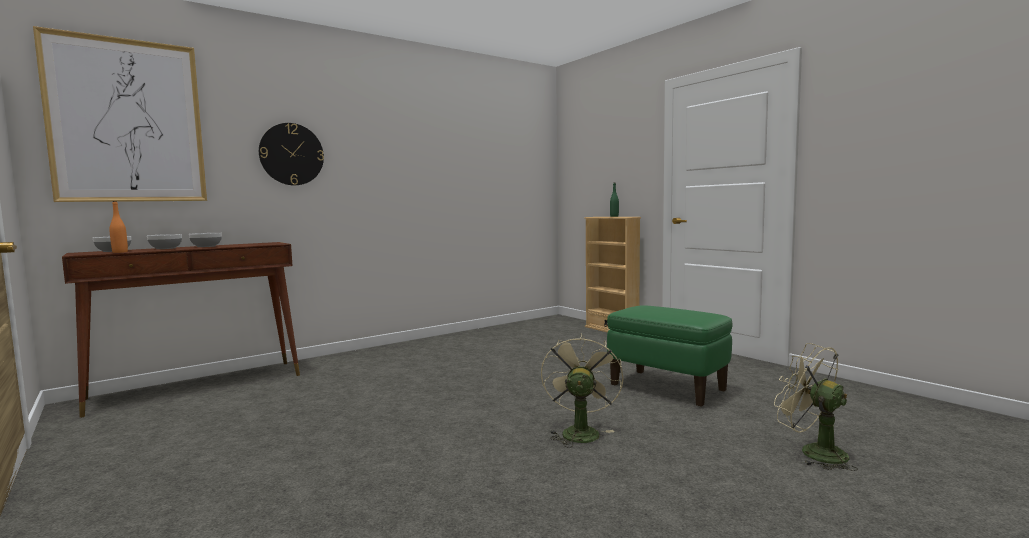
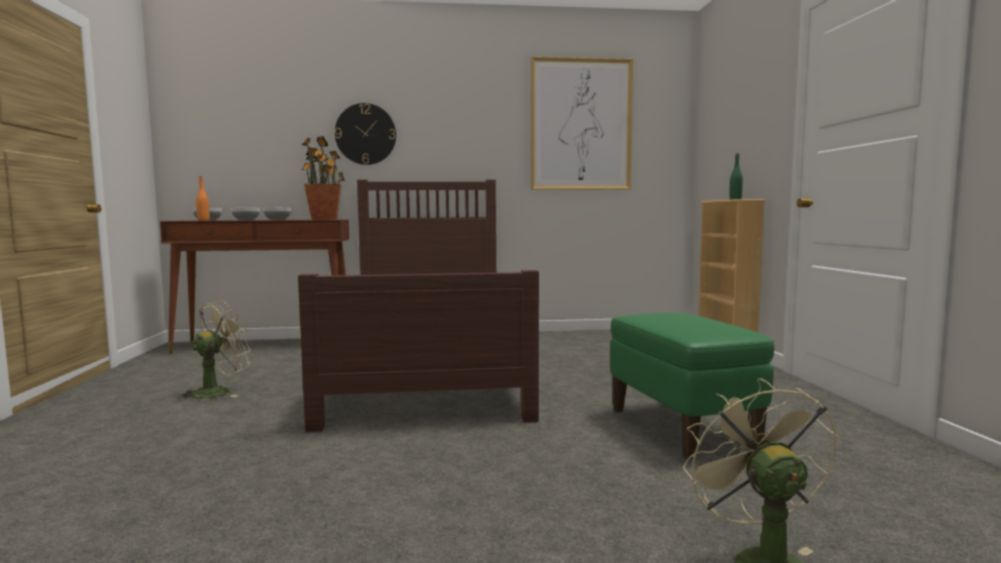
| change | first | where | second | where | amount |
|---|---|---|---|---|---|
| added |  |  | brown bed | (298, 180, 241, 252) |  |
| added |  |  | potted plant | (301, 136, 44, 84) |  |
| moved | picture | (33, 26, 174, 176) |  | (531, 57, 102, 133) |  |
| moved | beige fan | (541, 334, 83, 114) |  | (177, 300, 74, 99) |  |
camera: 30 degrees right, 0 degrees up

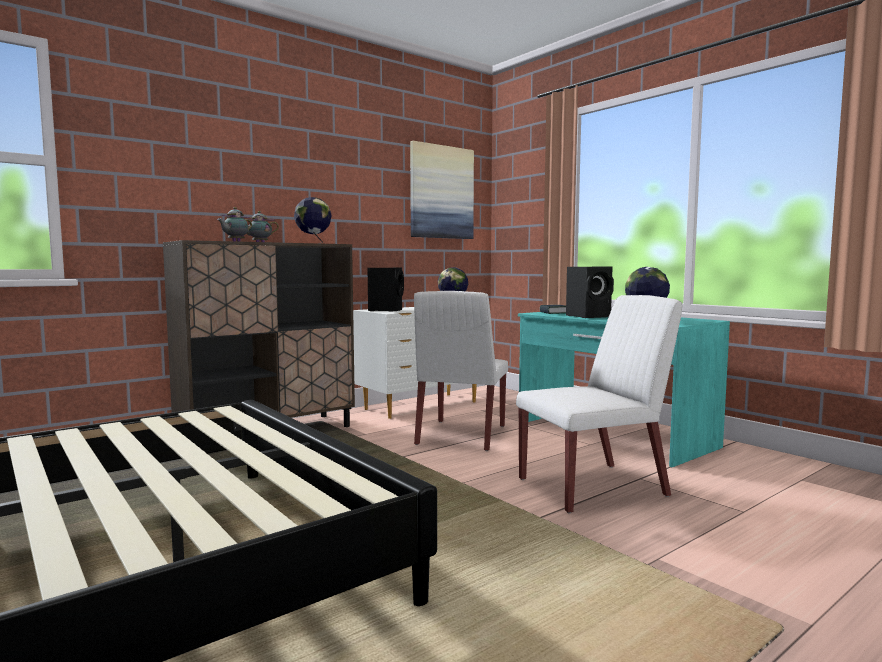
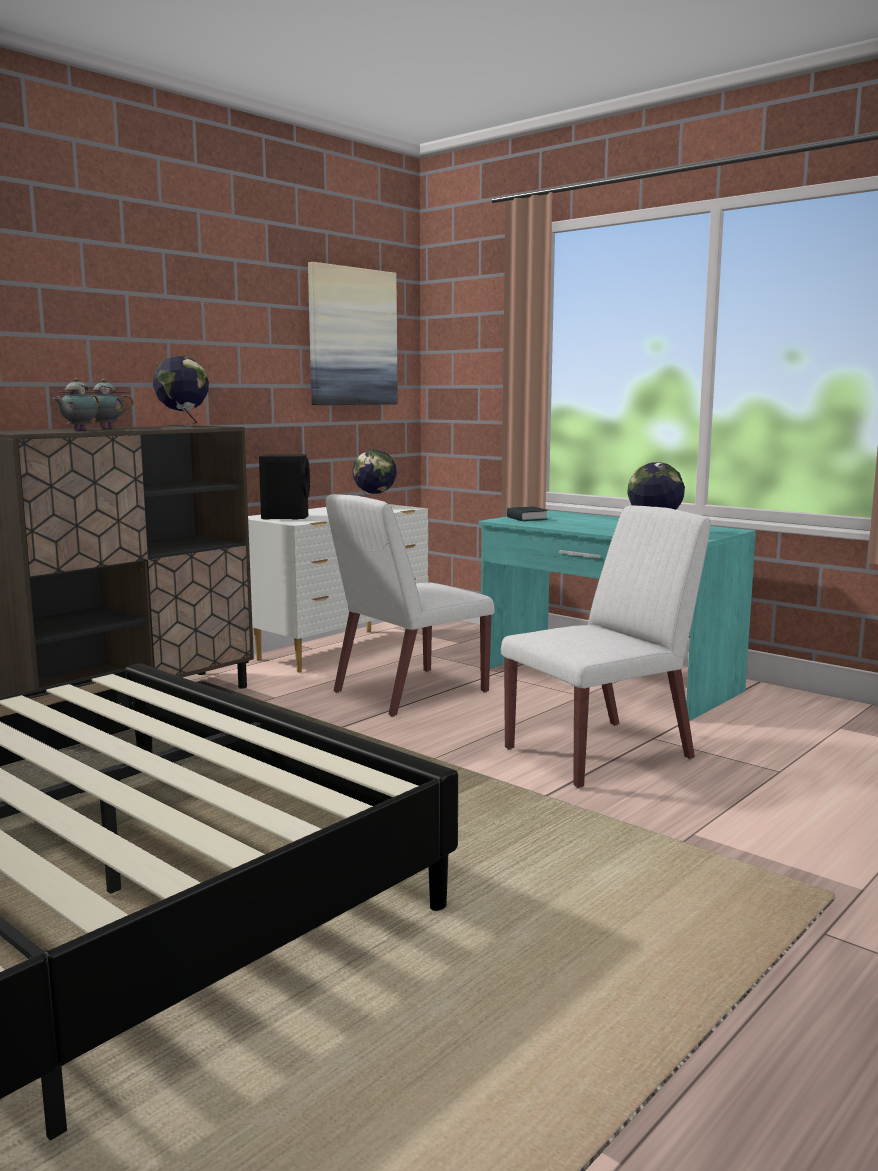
| change | first | where | second | where | amount |
|---|---|---|---|---|---|
| removed | black speaker | (566, 267, 48, 51) |  |  |  |
| turned | white chair | (414, 291, 94, 160) |  | (326, 494, 169, 223) | 45 degrees clockwise |
camera: 10 degrees left, 5 degrees up

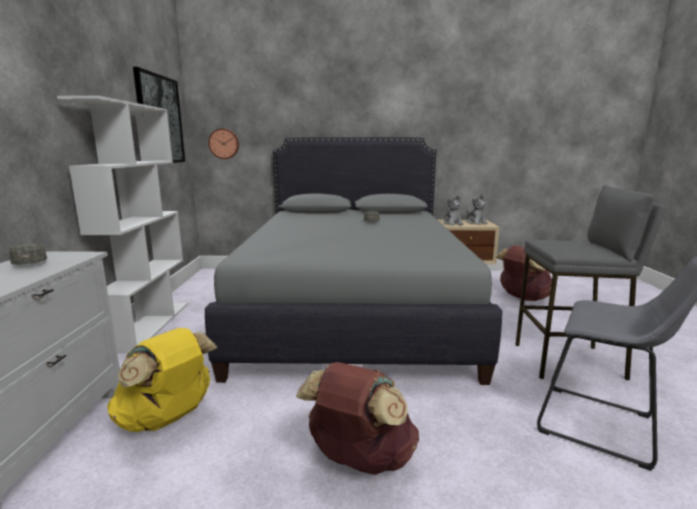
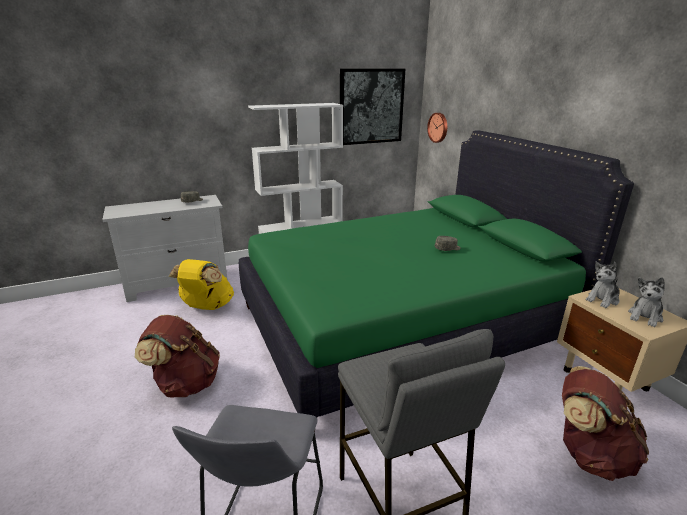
| change | first | where | second | where | amount |
|---|---|---|---|---|---|
| recoloured | grey bed | (205, 137, 297, 248) | green bed | (239, 130, 395, 288) |  |
camera: 65 degrees right, 10 degrees up

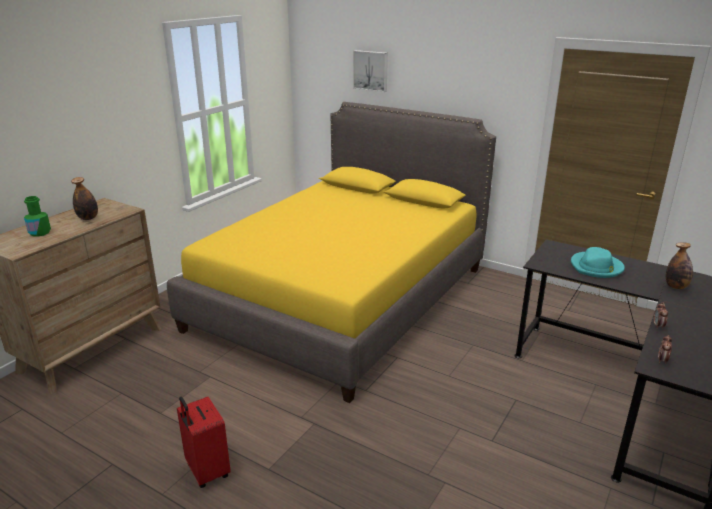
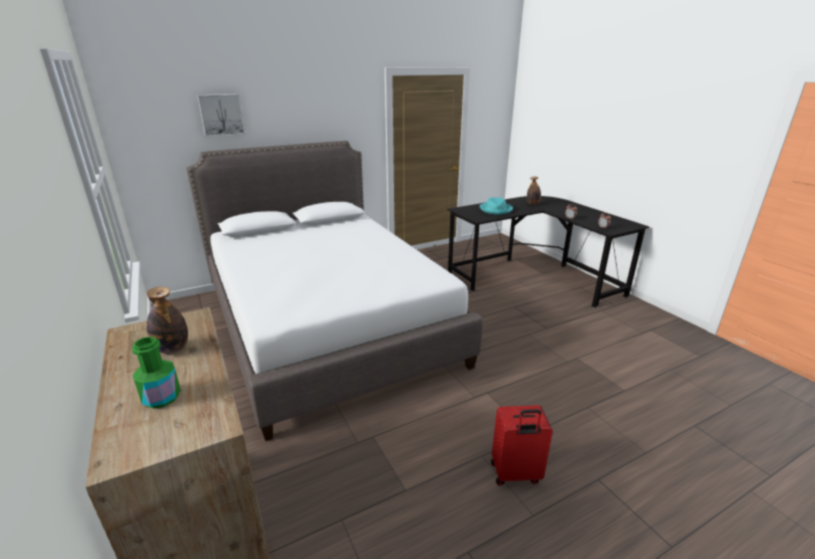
| change | first | where | second | where | amount |
|---|---|---|---|---|---|
| recoloured | yellow bed | (167, 102, 329, 301) | white bed | (186, 141, 297, 300) |  |
camera: 60 degrees left, 0 degrees up

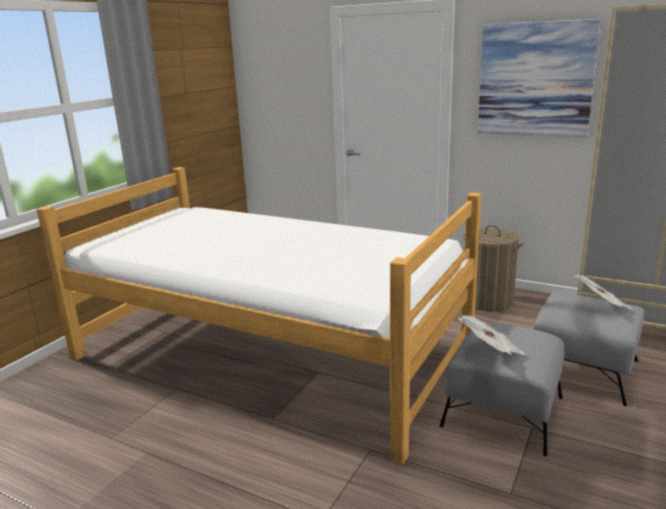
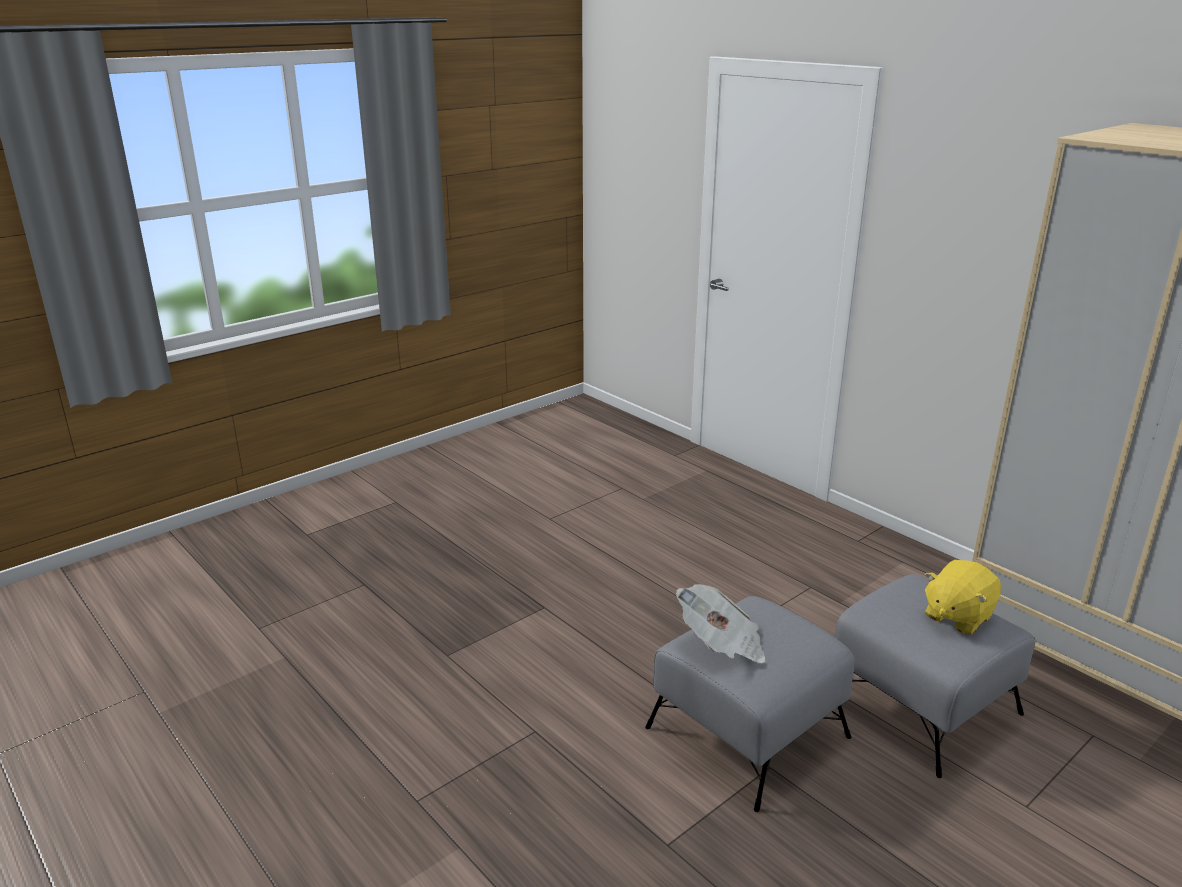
| change | first | where | second | where | amount |
|---|---|---|---|---|---|
| removed | bed | (37, 167, 445, 297) |  |  |  |
| removed | laundry basket | (463, 225, 61, 86) |  |  |  |
| removed | picture | (478, 19, 123, 118) |  |  |  |
| replaced | newspaper | (574, 275, 60, 35) | yellow plush toy | (925, 560, 76, 75) |  |
camera: 20 degrees right, 5 degrees up

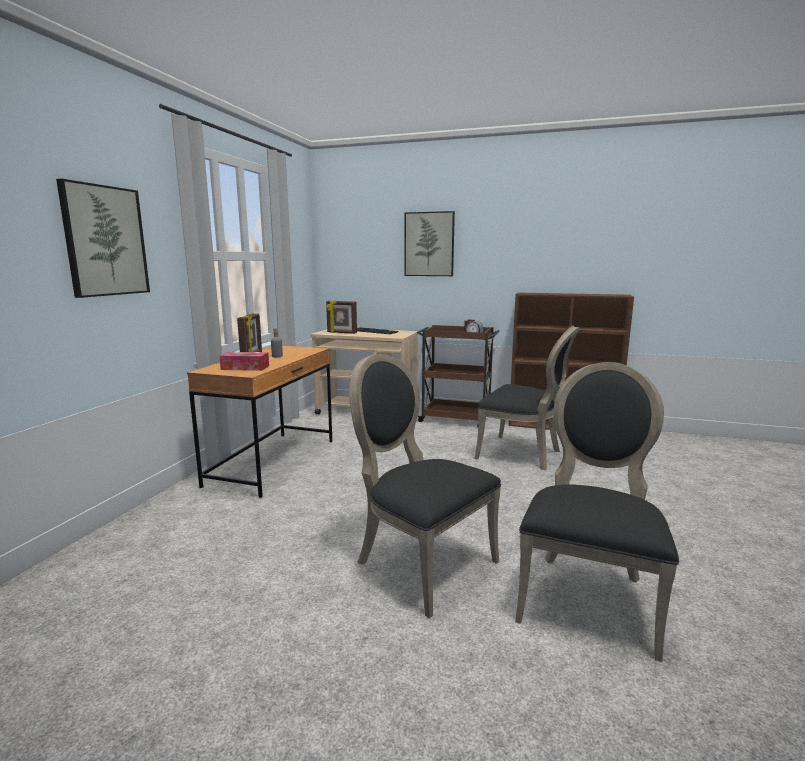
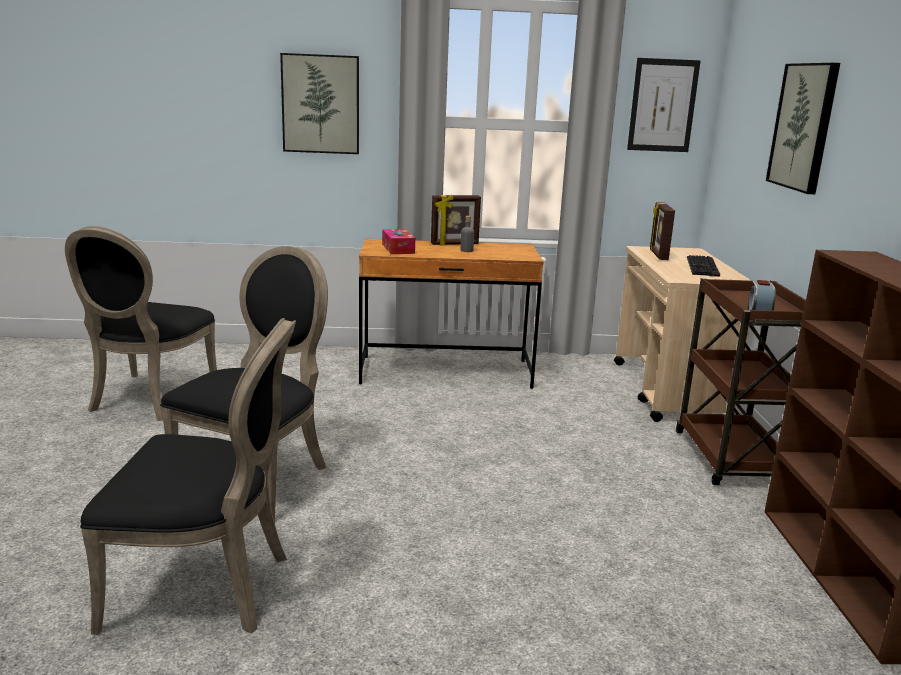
| change | first | where | second | where | amount |
|---|---|---|---|---|---|
| added |  |  | picture | (627, 58, 74, 94) |  |
| moved | black chair | (475, 326, 104, 144) |  | (65, 226, 152, 195) |  |
camera: 70 degrees right, 5 degrees up

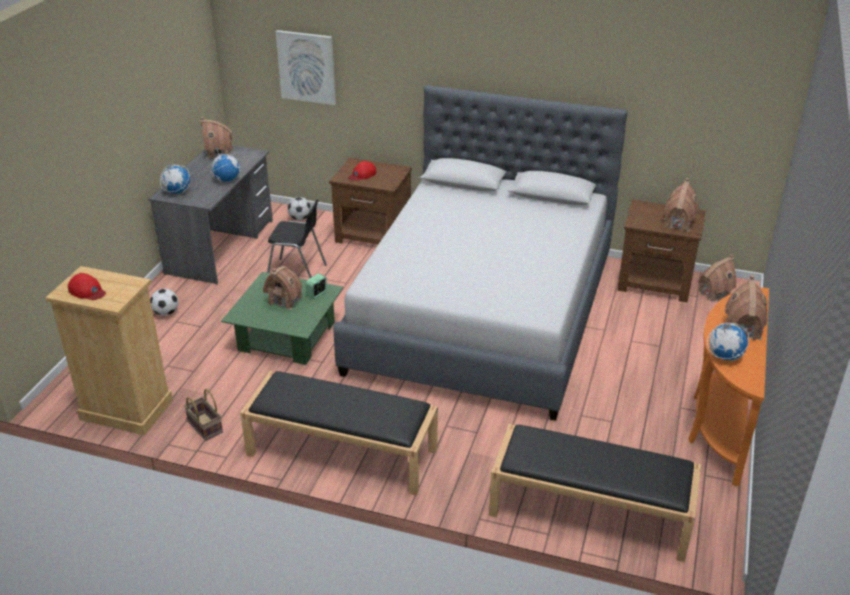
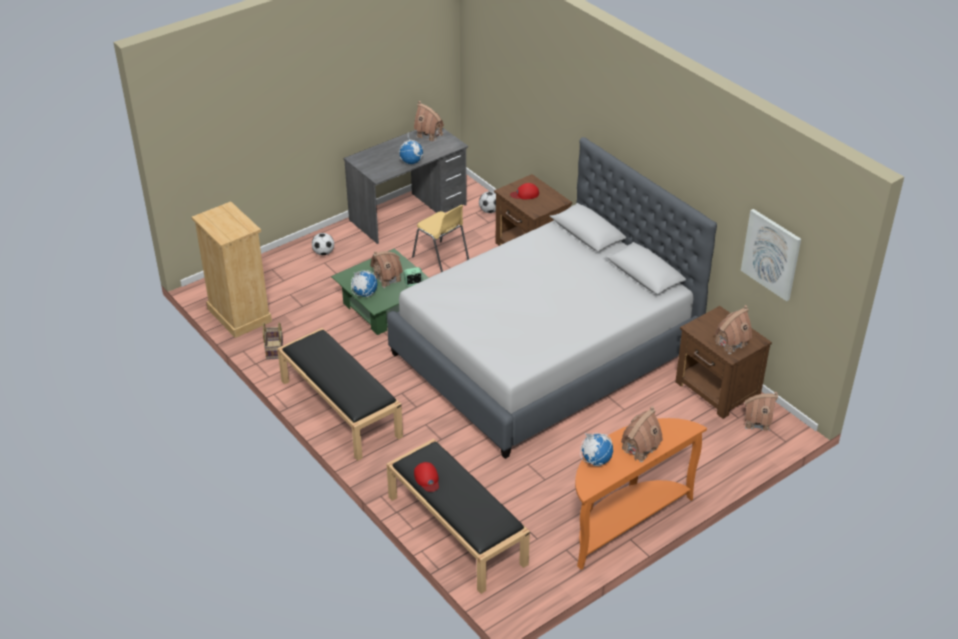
| change | first | where | second | where | amount |
|---|---|---|---|---|---|
| moved | red cap | (68, 273, 38, 27) |  | (414, 462, 25, 30) |  |
| moved | globe | (160, 163, 30, 31) |  | (351, 271, 27, 26) |  |
| moved | picture | (276, 30, 60, 75) |  | (741, 209, 60, 92) |  |
| recoloured | black chair | (267, 199, 60, 79) | yellow chair | (412, 205, 57, 67) |  |
camera: 35 degrees right, 5 degrees up

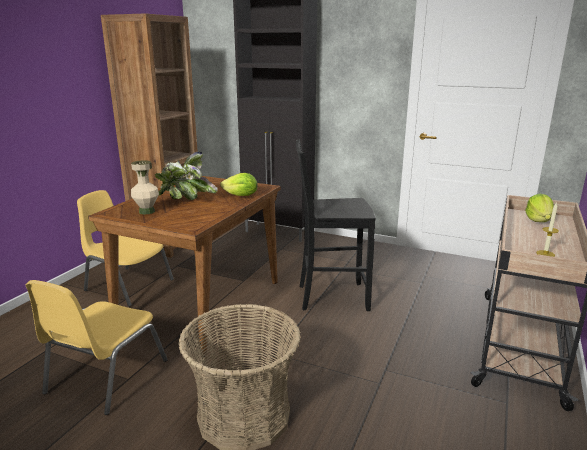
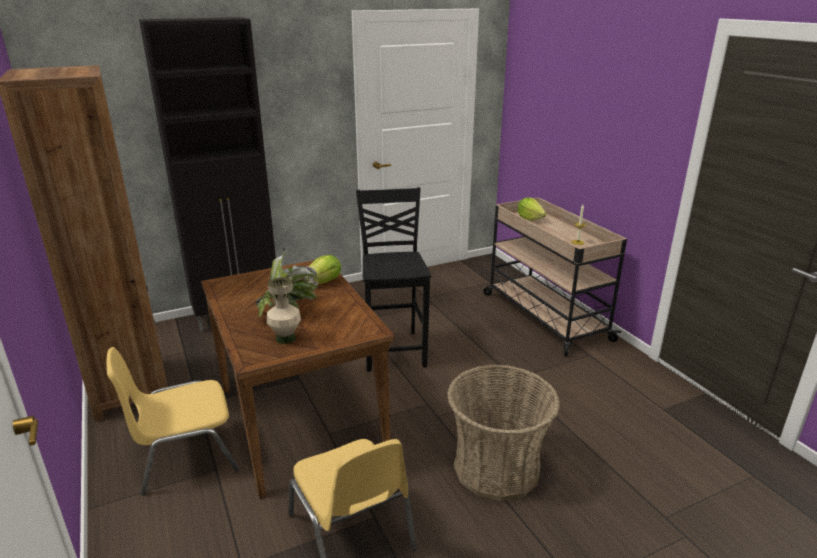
| change | first | where | second | where | amount |
|---|---|---|---|---|---|
| turned | black chair | (296, 140, 79, 171) |  | (356, 187, 75, 185) | 135 degrees clockwise |
camera: 50 degrees left, 5 degrees up

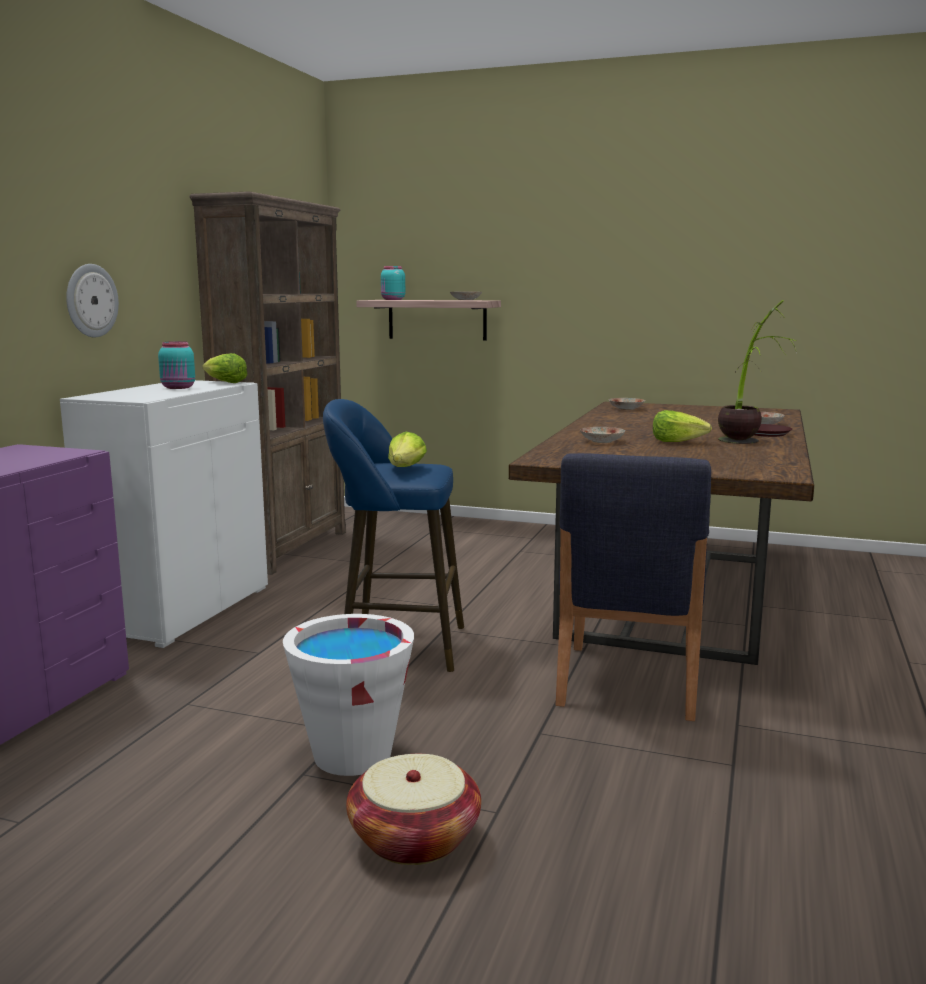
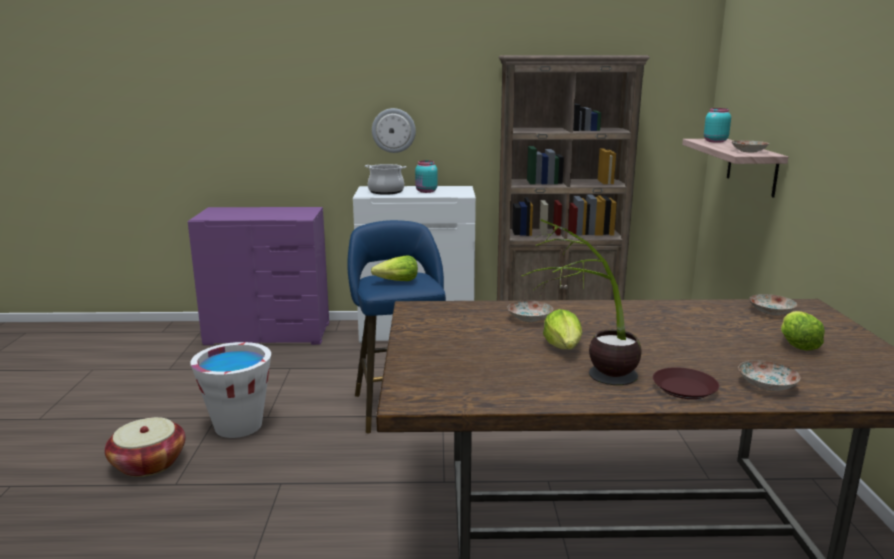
| change | first | where | second | where | amount |
|---|---|---|---|---|---|
| removed | blue chair | (556, 453, 155, 268) |  |  |  |
| added |  |  | cooking pot | (365, 164, 42, 31) |  |
| moved | lettuce | (202, 353, 45, 30) |  | (781, 311, 44, 40) |  |
camera: 70 degrees right, 5 degrees up

